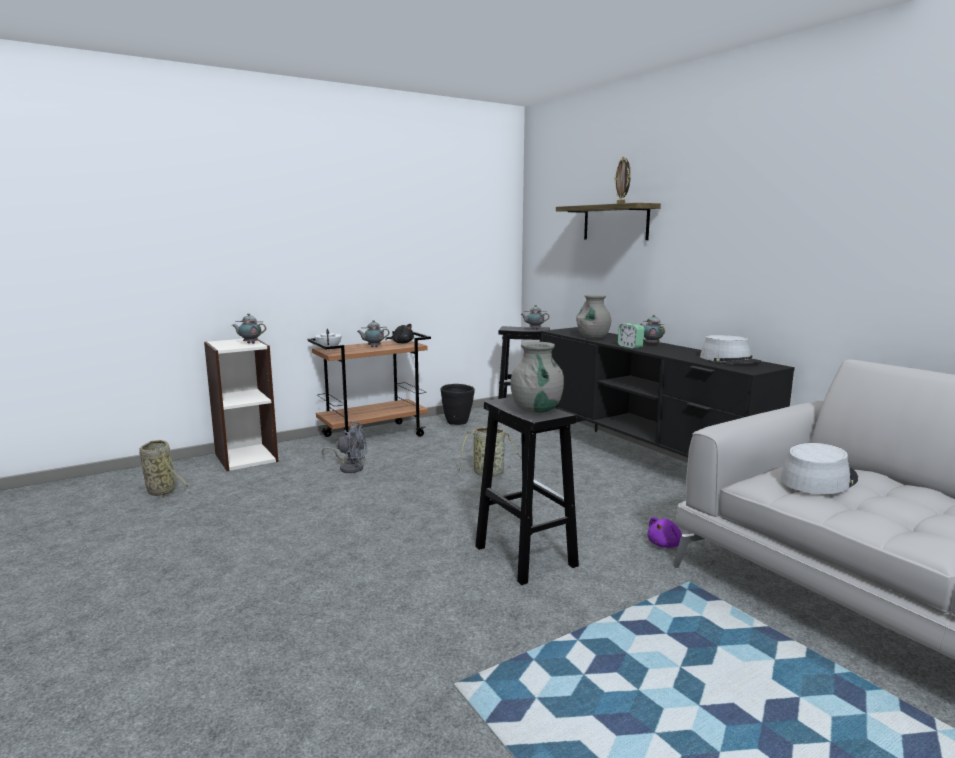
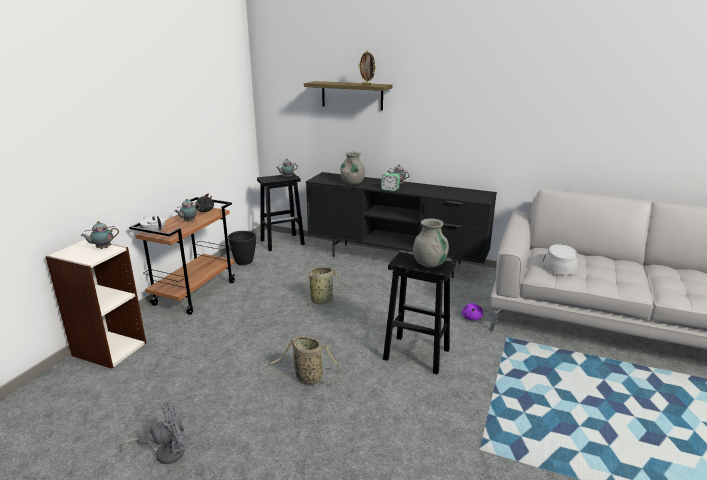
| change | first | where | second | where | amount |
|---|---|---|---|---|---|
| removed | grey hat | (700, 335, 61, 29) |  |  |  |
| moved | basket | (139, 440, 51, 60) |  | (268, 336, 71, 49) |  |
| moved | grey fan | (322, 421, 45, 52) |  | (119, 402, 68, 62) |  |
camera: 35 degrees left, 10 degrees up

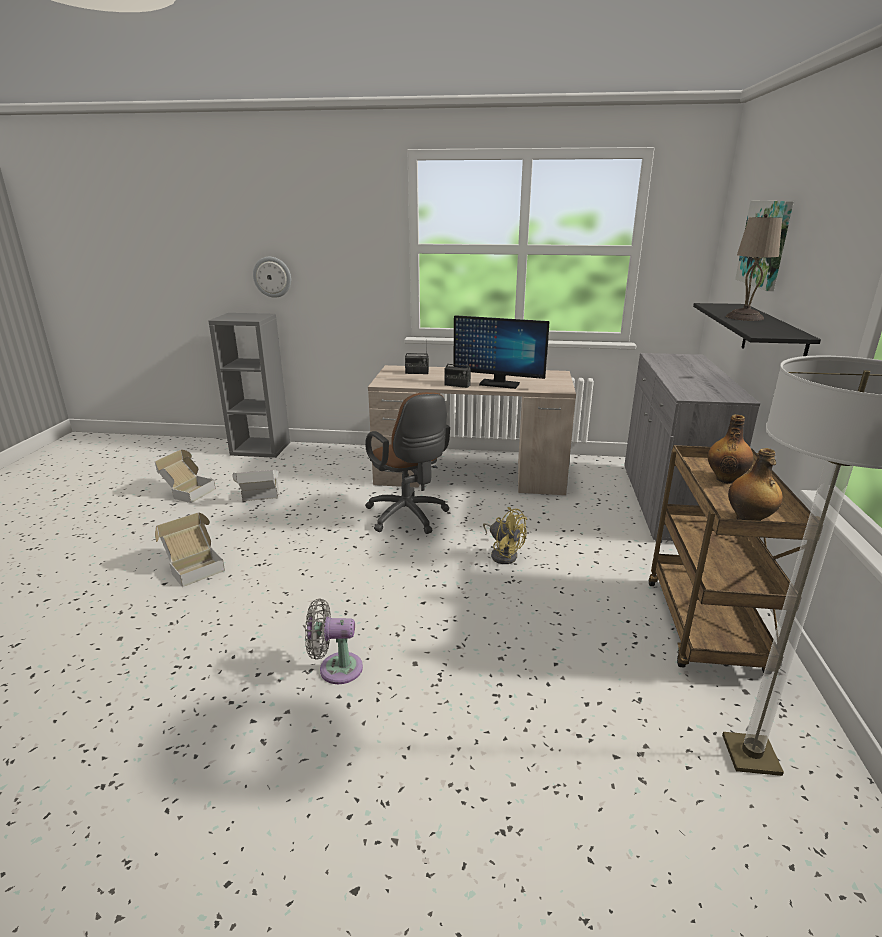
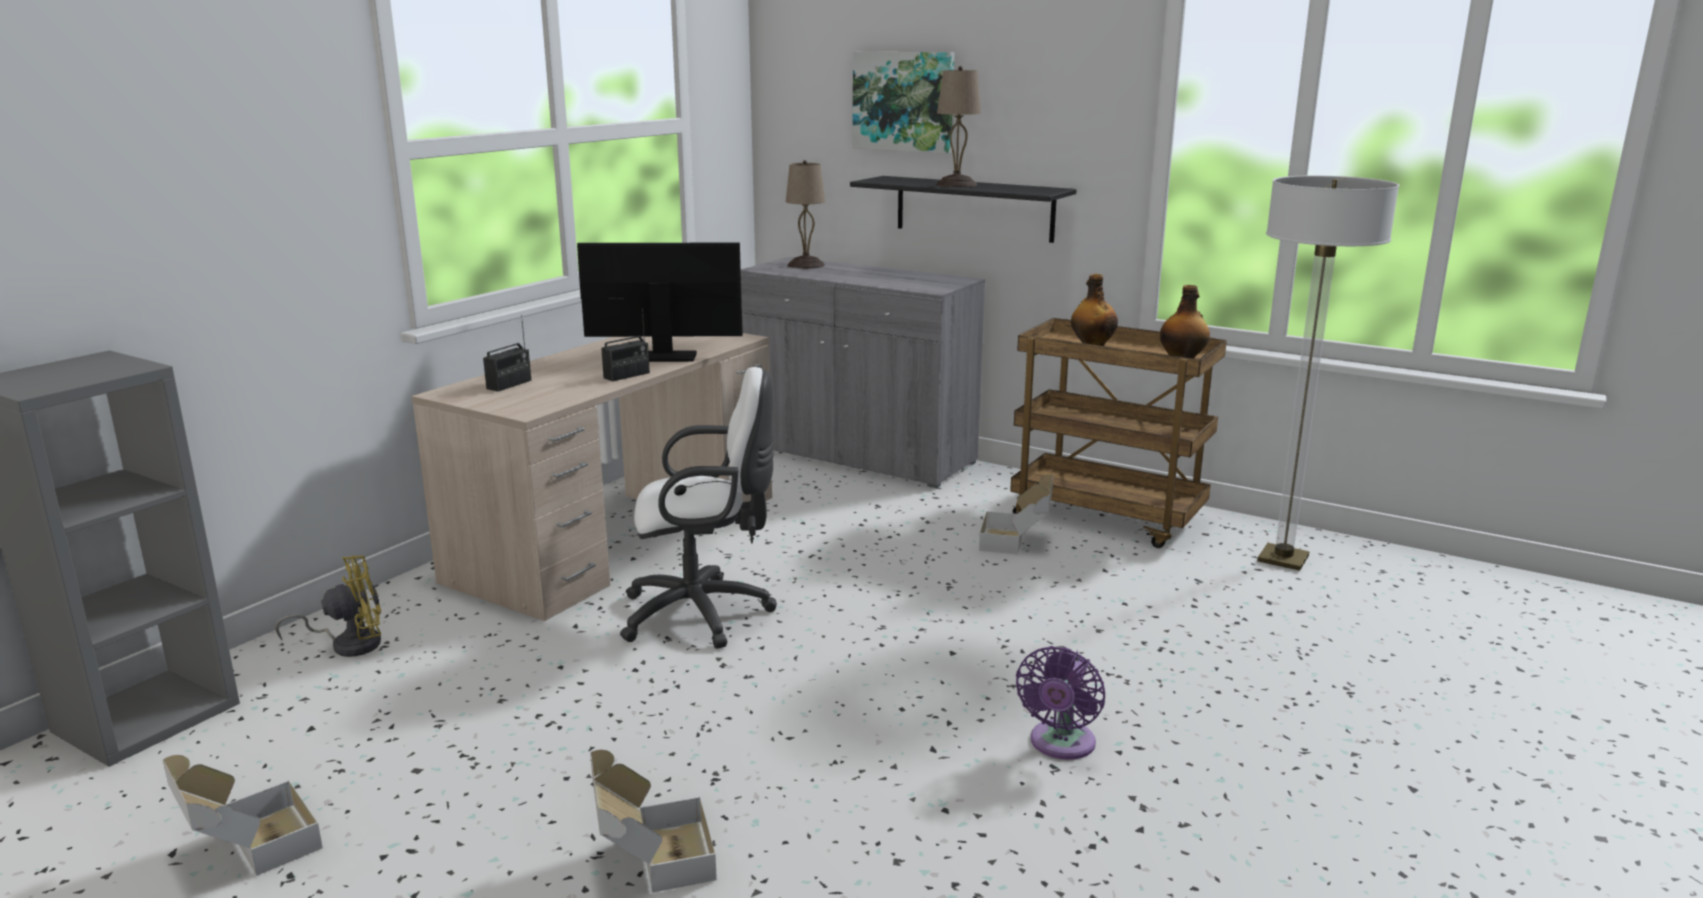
| change | first | where | second | where | amount |
|---|---|---|---|---|---|
| removed | wall clock | (253, 257, 38, 41) |  |  |  |
| added |  |  | beige table lamp | (786, 160, 39, 109) |  |
| moved | cardboard box | (232, 469, 47, 32) |  | (979, 474, 75, 80) |  |
| moved | yellow fan | (483, 507, 44, 57) |  | (275, 556, 106, 101) |  |
| recoloured | grey fan | (305, 599, 58, 85) | purple fan | (1016, 646, 89, 114) |  |
| recoloured | brown office chair | (365, 392, 85, 142) | white office chair | (620, 367, 157, 282) |  |
| turned | monitor | (453, 315, 97, 74) |  | (577, 243, 166, 119) | 135 degrees counterclockwise |
camera: 65 degrees left, 5 degrees down

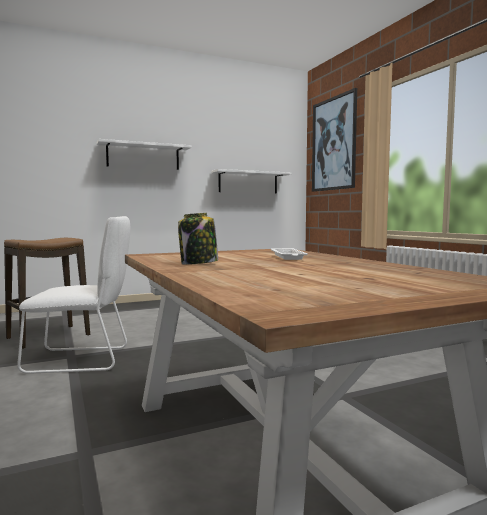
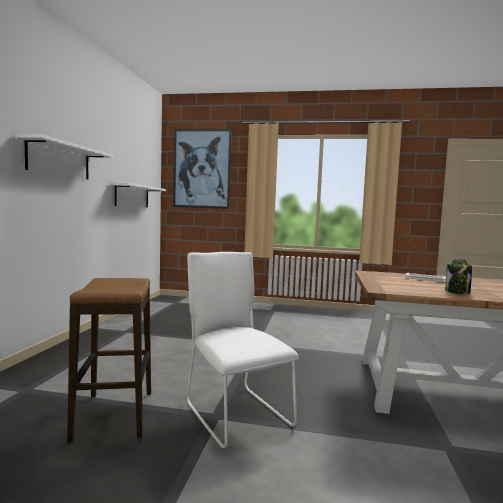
| change | first | where | second | where | amount |
|---|---|---|---|---|---|
| turned | white chair | (17, 216, 113, 158) |  | (186, 252, 113, 196) | 60 degrees counterclockwise |
camera: 55 degrees left, 0 degrees up

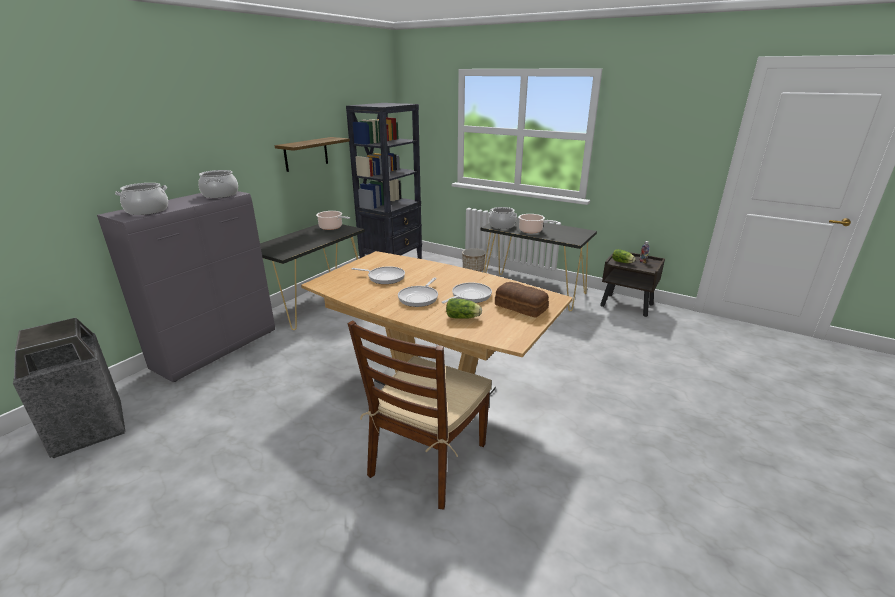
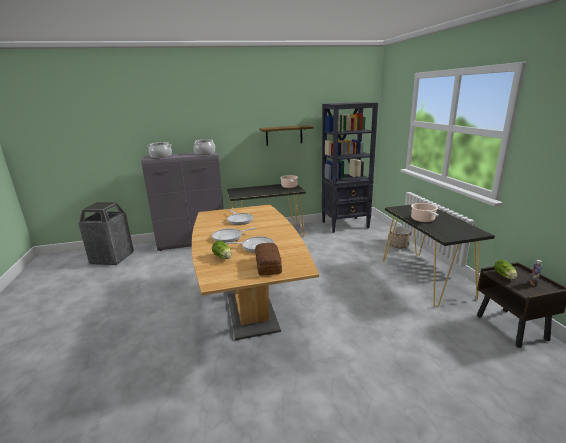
| change | first | where | second | where | amount |
|---|---|---|---|---|---|
| removed | brown chair | (347, 320, 145, 190) |  |  |  |
| removed | cooking pot | (489, 207, 28, 22) |  |  |  |
camera: 45 degrees right, 5 degrees down

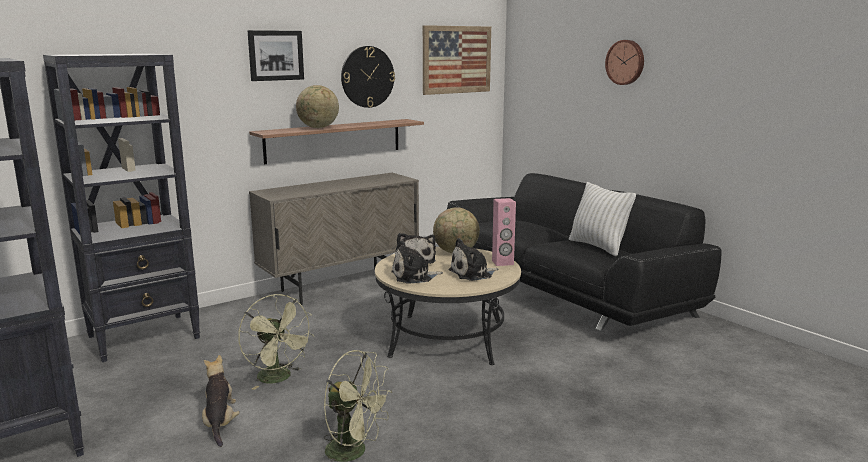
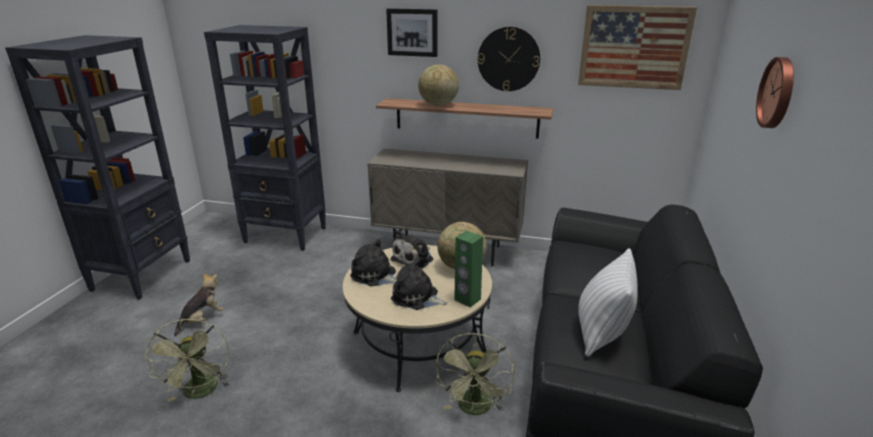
| change | first | where | second | where | amount |
|---|---|---|---|---|---|
| moved | green fan | (238, 294, 76, 96) |  | (435, 333, 80, 82) |  |
| recoloured | pink speaker | (492, 198, 24, 68) | green speaker | (454, 231, 29, 76) |  |
camera: 50 degrees right, 10 degrees up

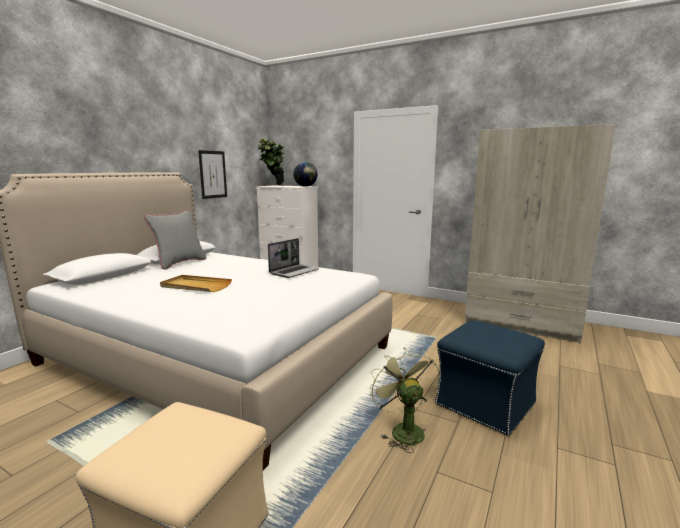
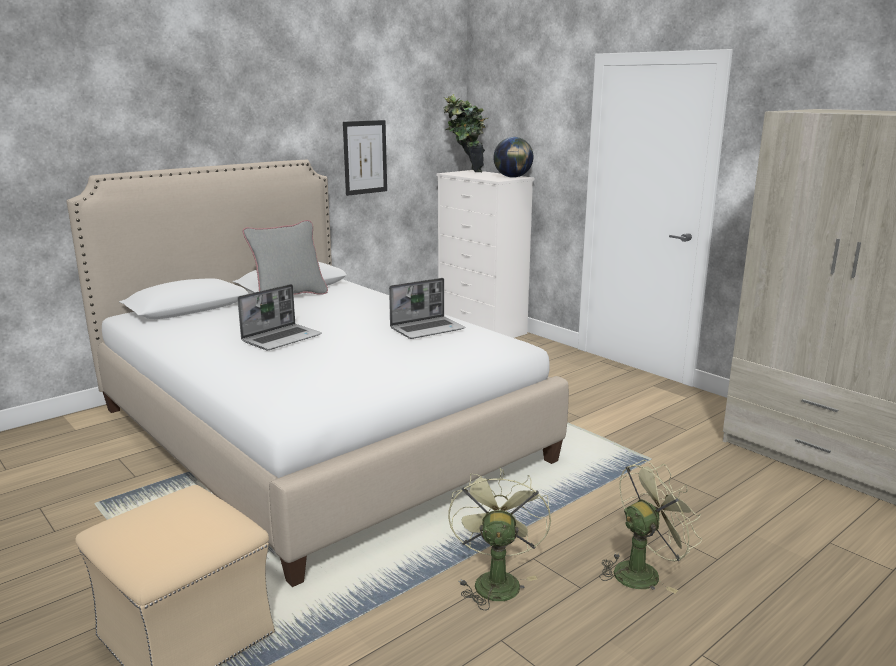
| change | first | where | second | where | amount |
|---|---|---|---|---|---|
| replaced | beige tray | (160, 275, 72, 17) | laptop | (237, 284, 85, 66) |  |
| replaced | blue ottoman | (435, 320, 110, 116) | green fan | (599, 460, 103, 134) |  |
camera: 20 degrees right, 5 degrees up

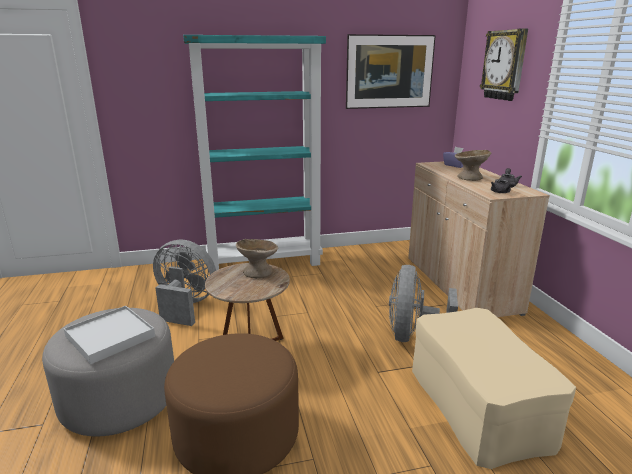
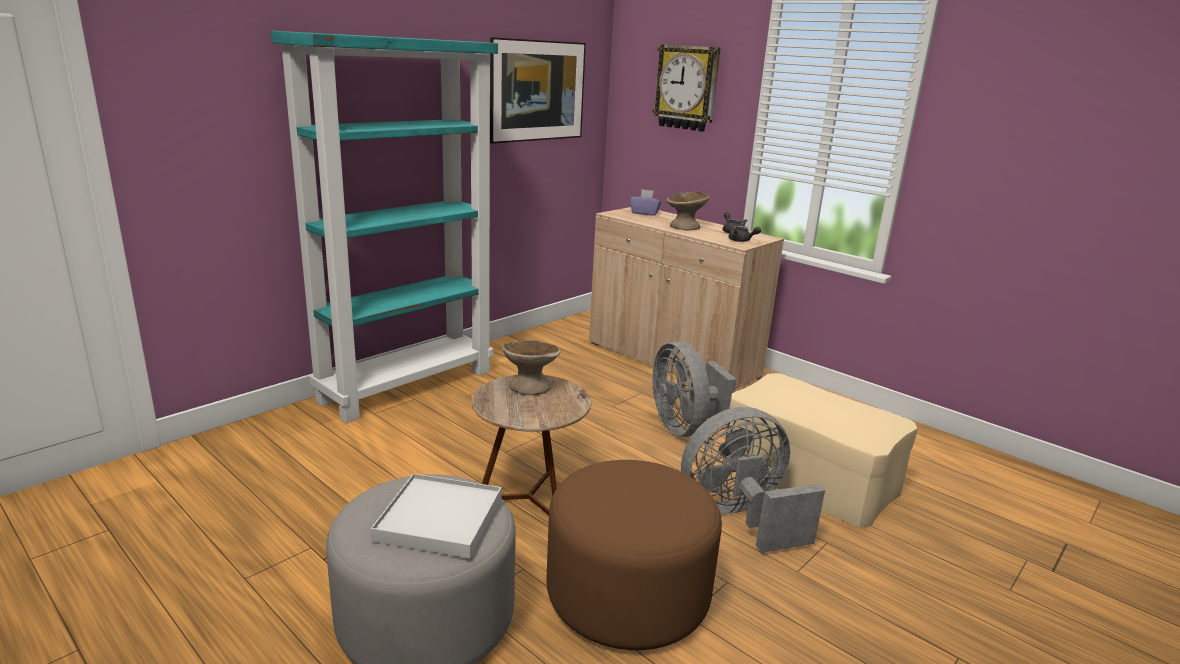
| change | first | where | second | where | amount |
|---|---|---|---|---|---|
| moved | grey fan | (153, 240, 63, 86) |  | (681, 407, 144, 146) |  |
camera: 35 degrees left, 0 degrees up

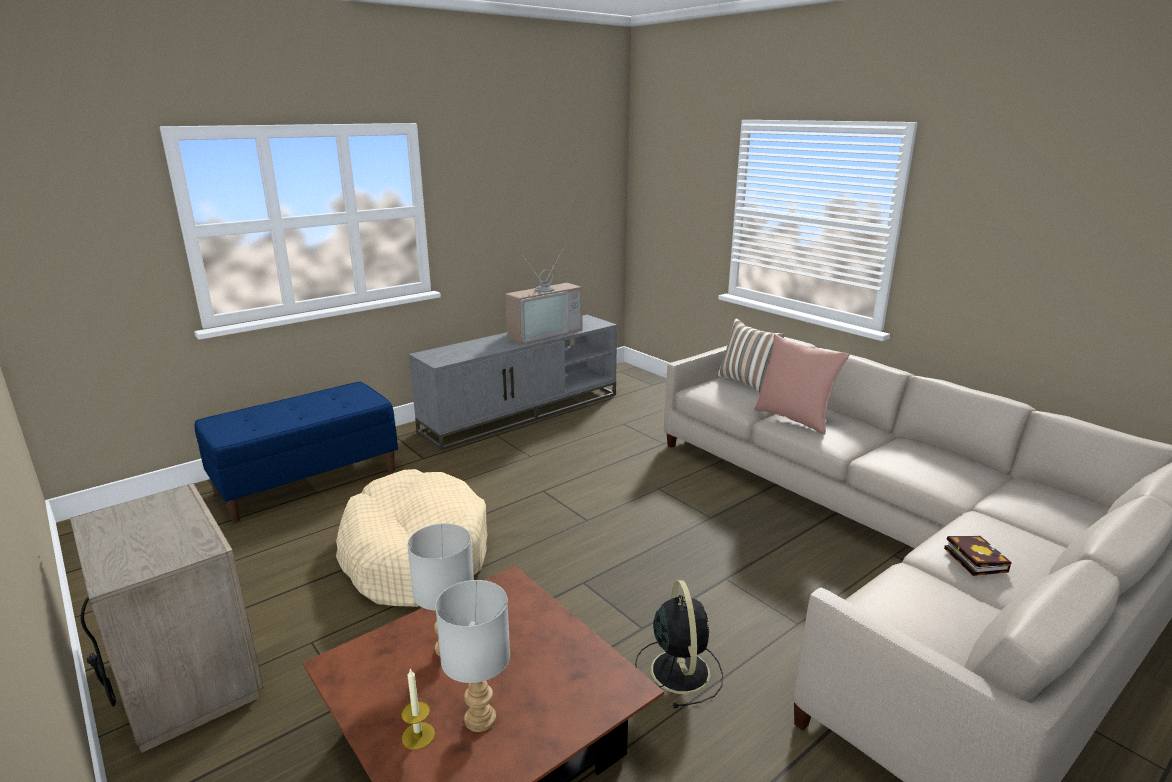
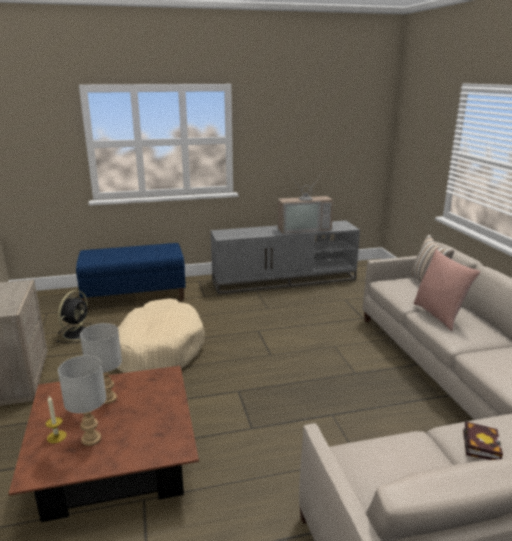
| change | first | where | second | where | amount |
|---|---|---|---|---|---|
| moved | black fan | (635, 580, 88, 128) |  | (57, 290, 36, 53) |  |
camera: 25 degrees right, 0 degrees up

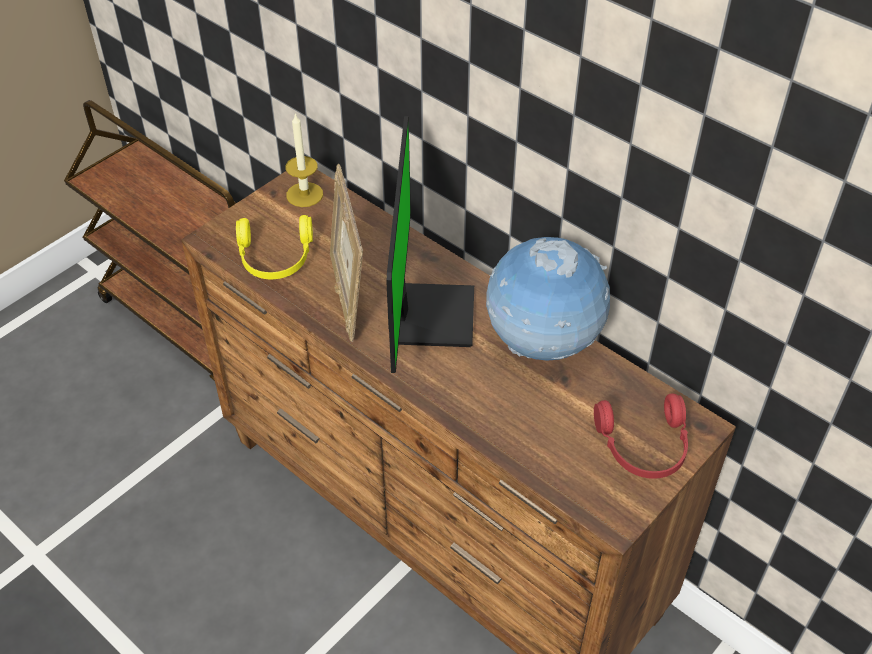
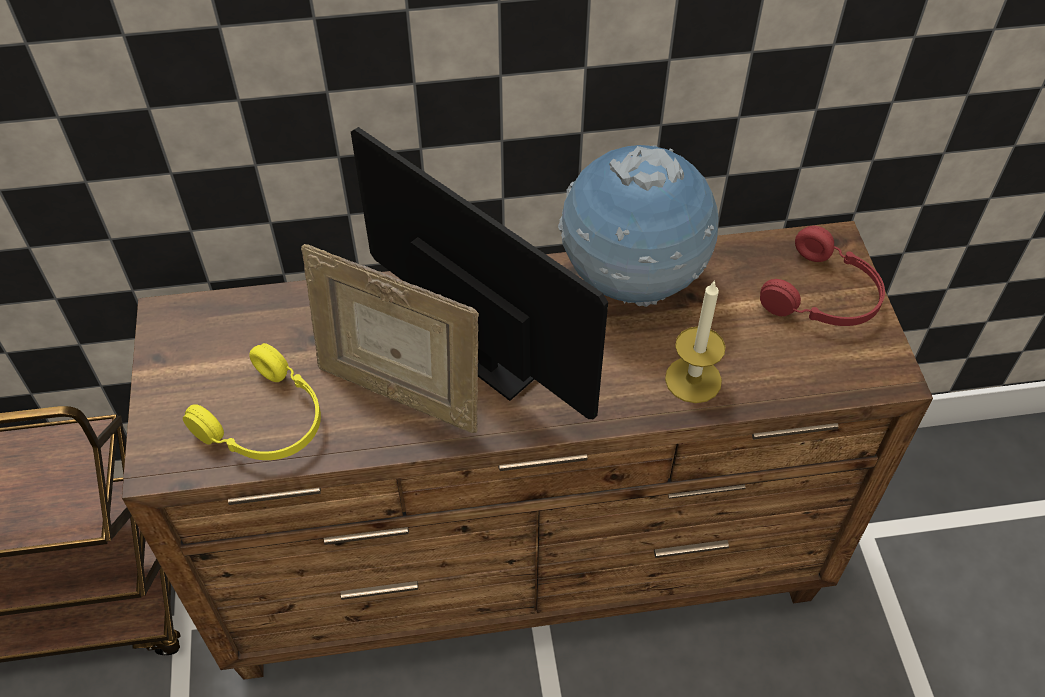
| change | first | where | second | where | amount |
|---|---|---|---|---|---|
| moved | candle | (286, 114, 37, 93) |  | (665, 280, 61, 123) |  |
camera: 50 degrees left, 5 degrees up

